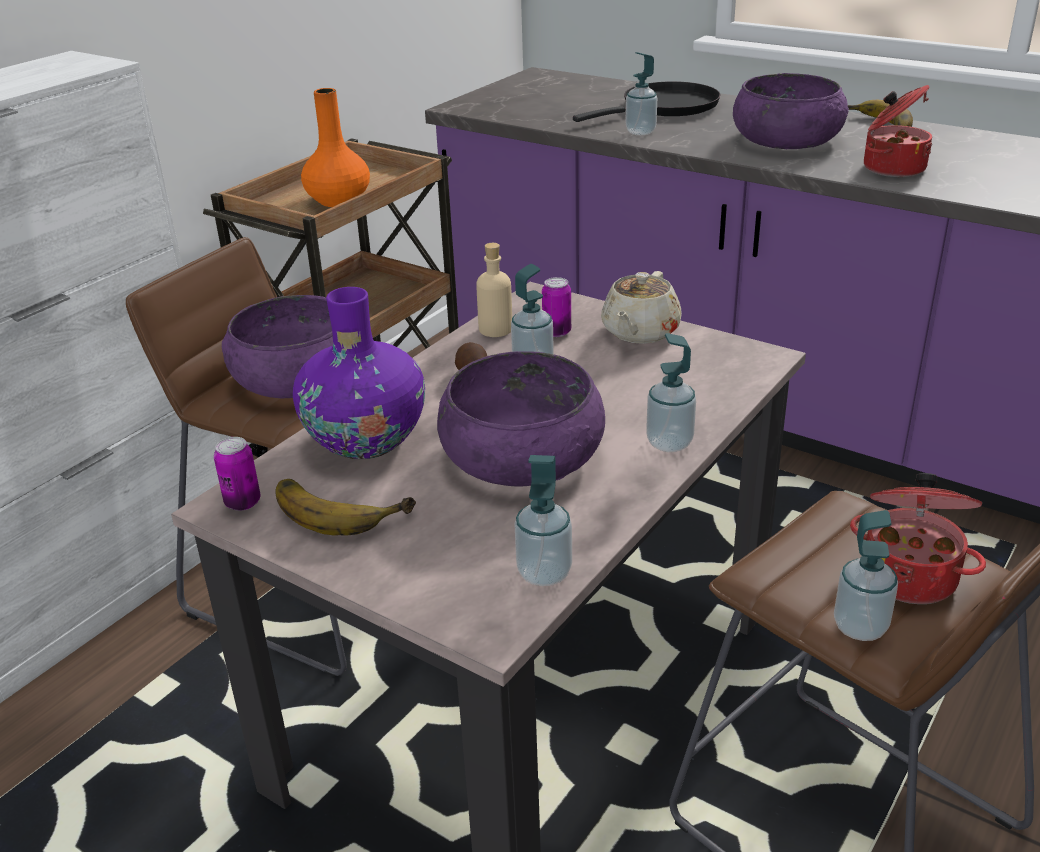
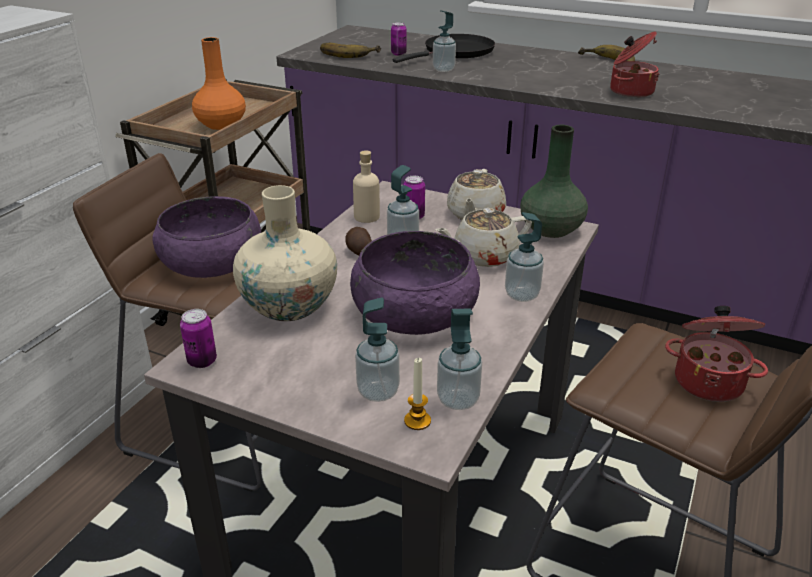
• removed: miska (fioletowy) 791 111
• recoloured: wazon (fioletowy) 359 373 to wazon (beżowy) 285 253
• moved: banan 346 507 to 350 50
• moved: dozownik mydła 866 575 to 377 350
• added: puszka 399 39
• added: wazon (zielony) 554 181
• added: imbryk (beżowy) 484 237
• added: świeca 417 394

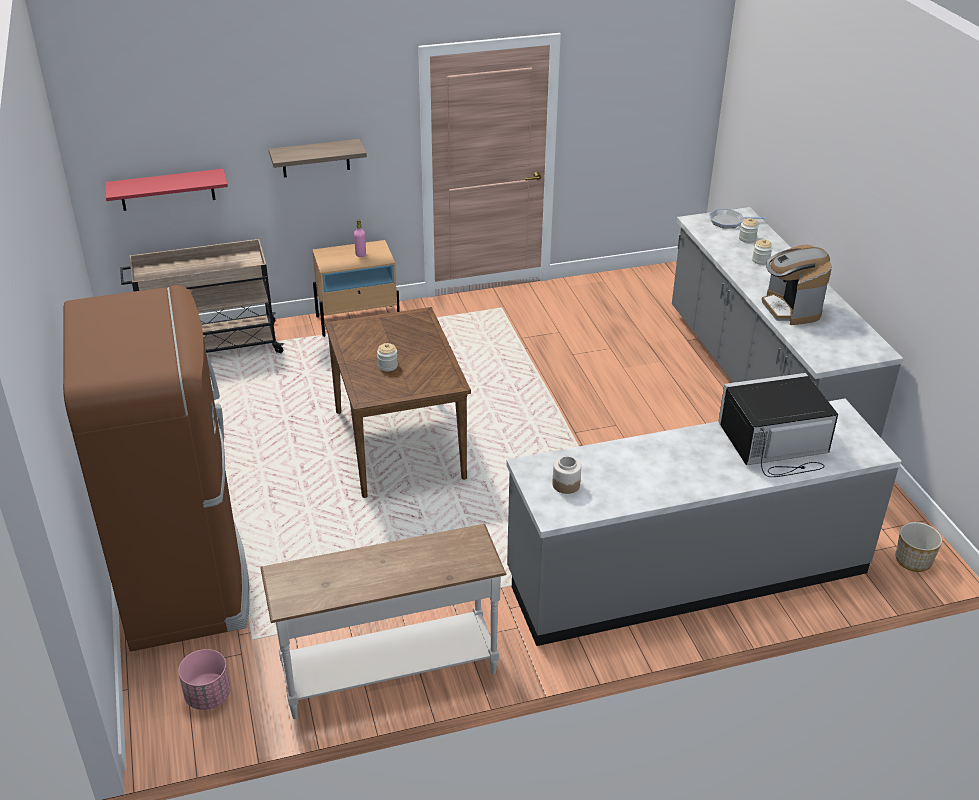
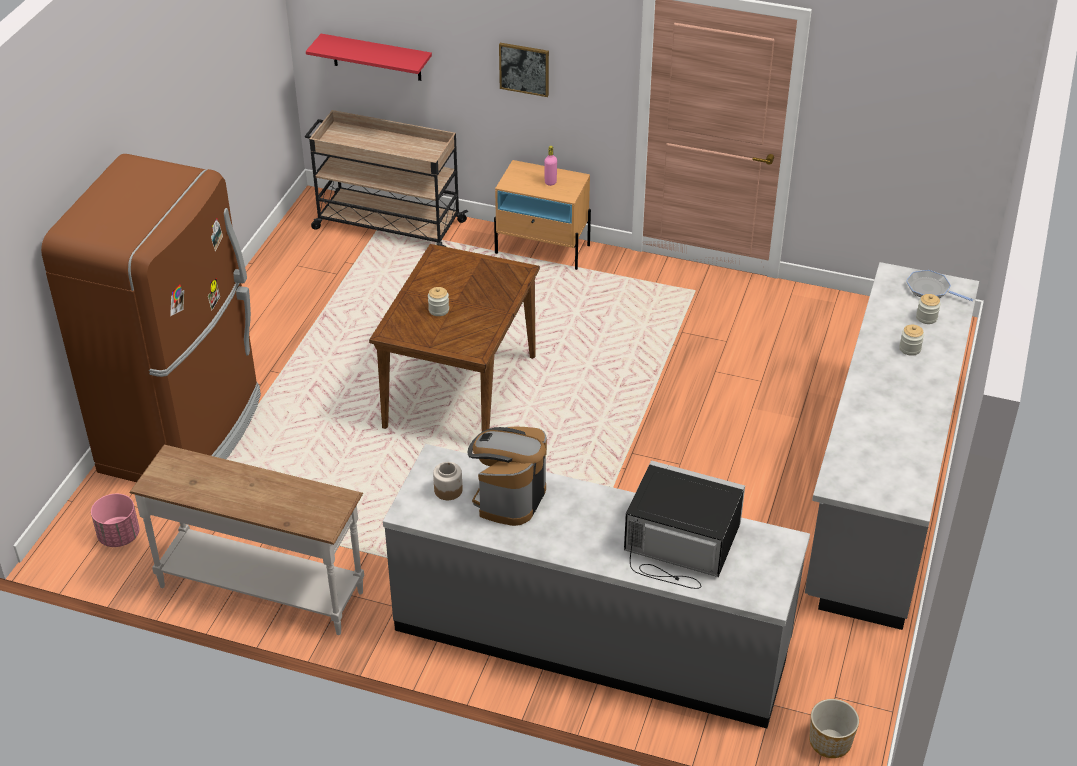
• replaced: półka 318 158 to obraz 524 70
• moved: ekspres do kawy 797 285 to 507 476

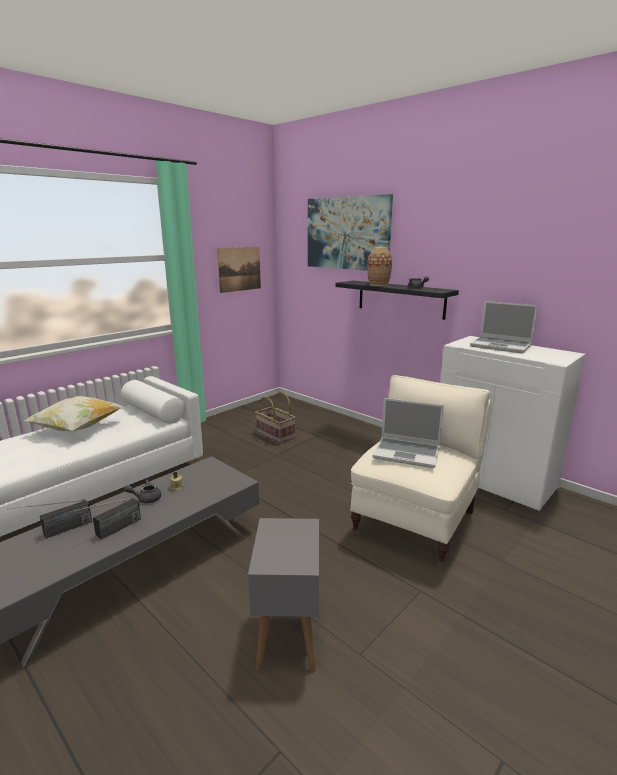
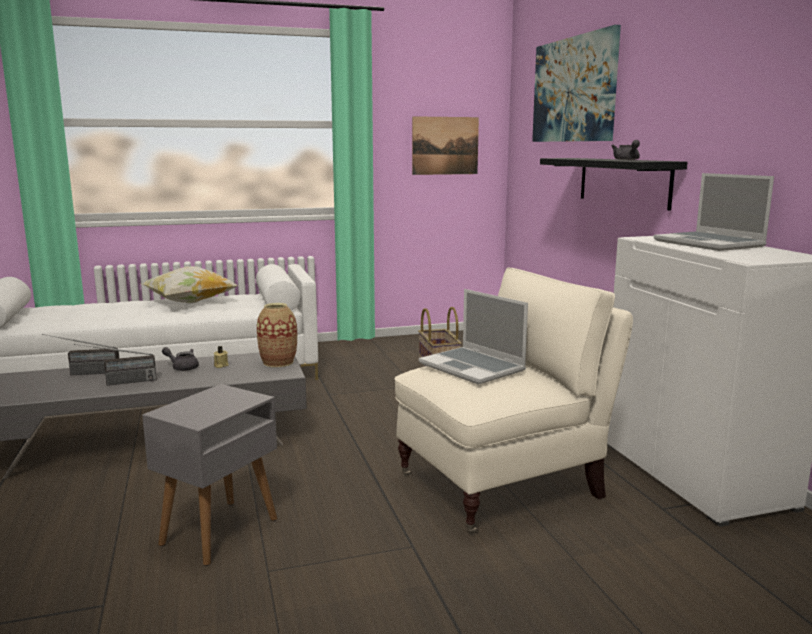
• moved: wazon 379 266 to 277 335

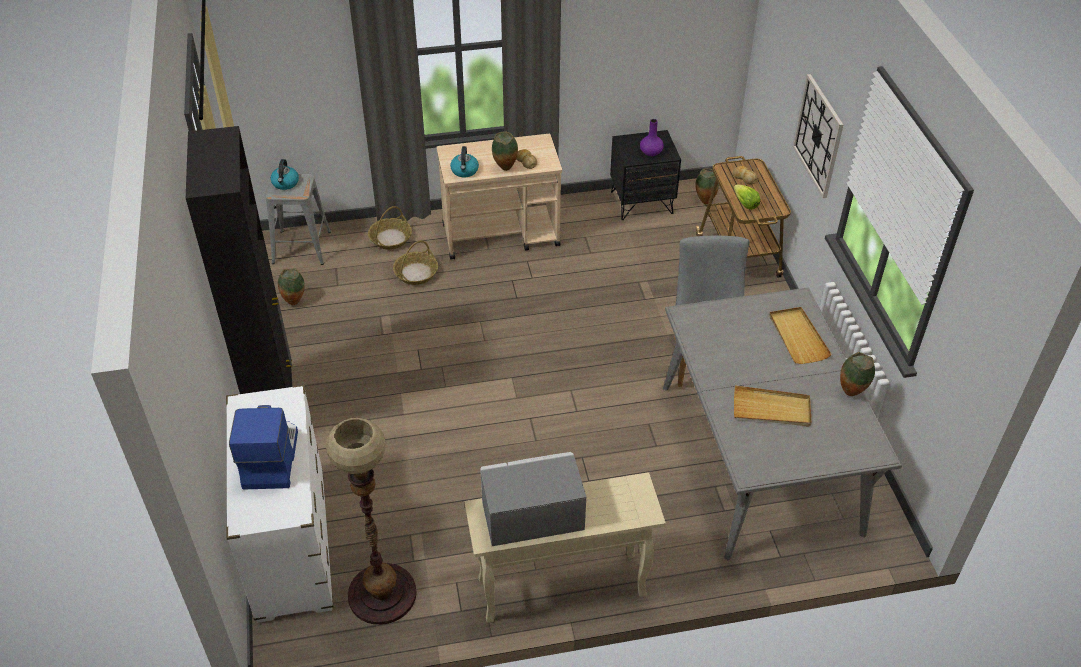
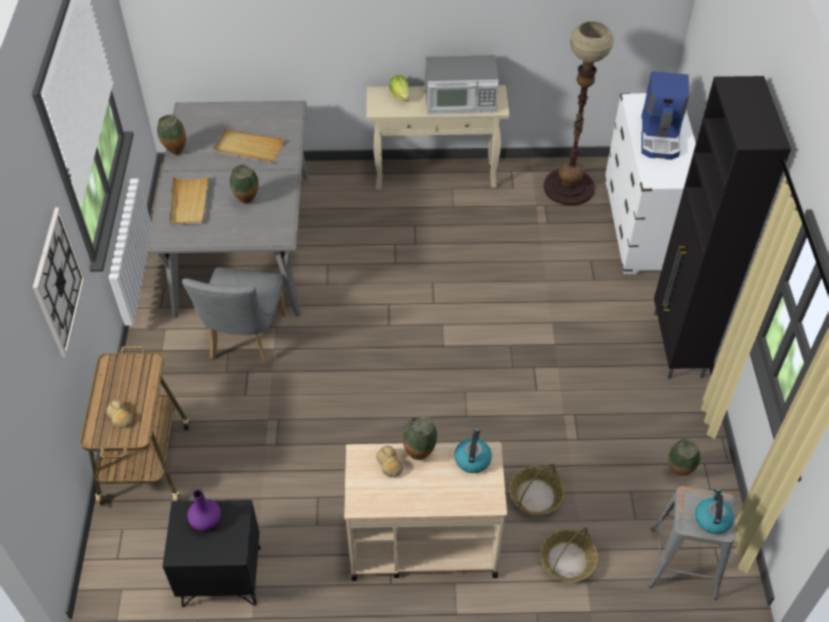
• moved: wazon 707 186 to 244 184
• moved: sałata 747 197 to 399 88

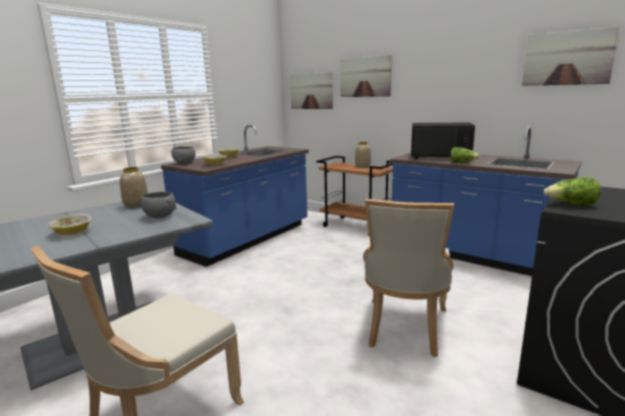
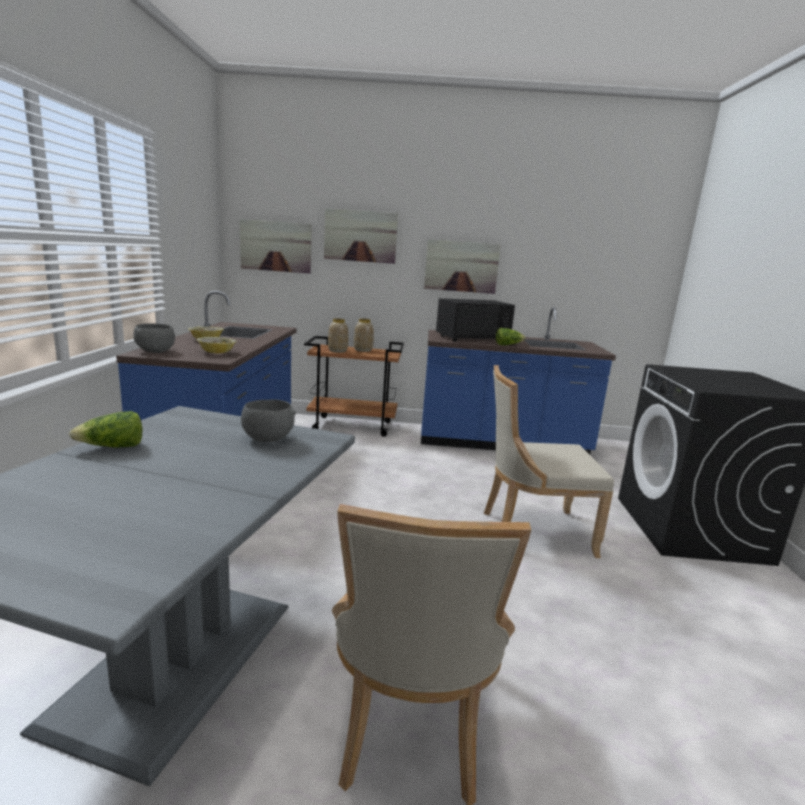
• moved: obraz 570 56 to 462 266
• moved: wazon 134 188 to 338 336
• moved: sałata 572 191 to 106 429
• turned: krzesło (beżowy) 408 278 = 549 461 105 degrees clockwise
• removed: miska 69 224

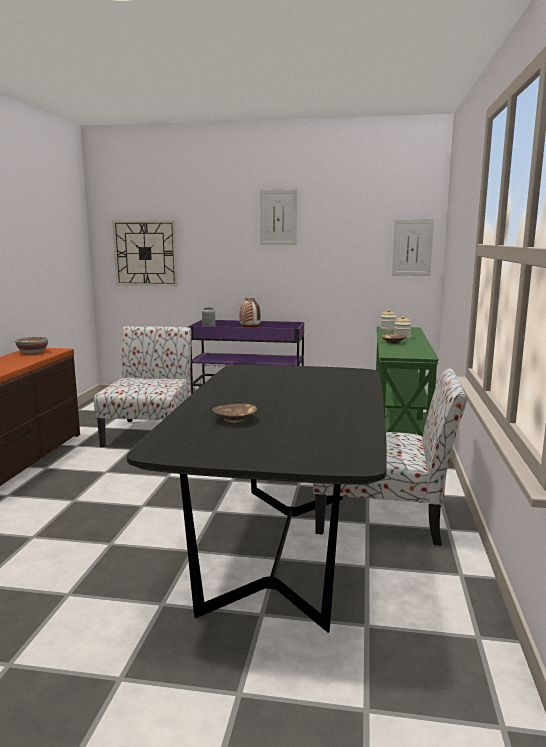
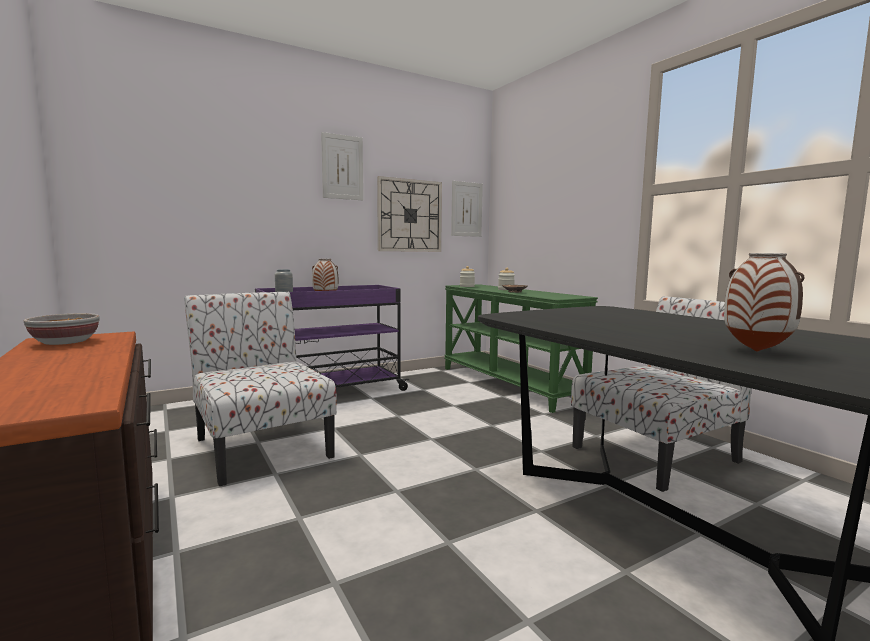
• moved: zegar ścienny 145 253 to 409 214
• replaced: miska (brązowy) 234 414 to wazon 764 302

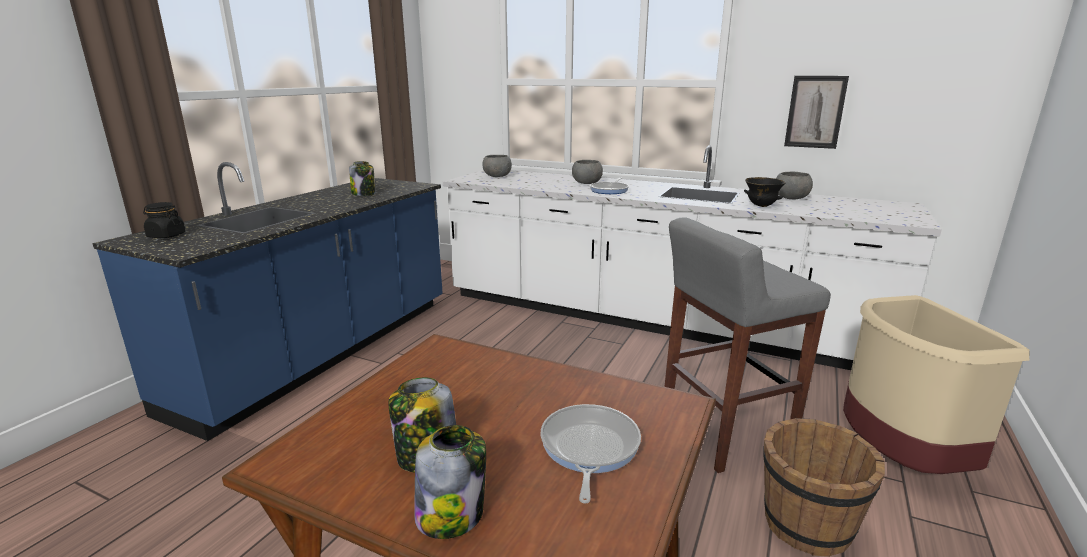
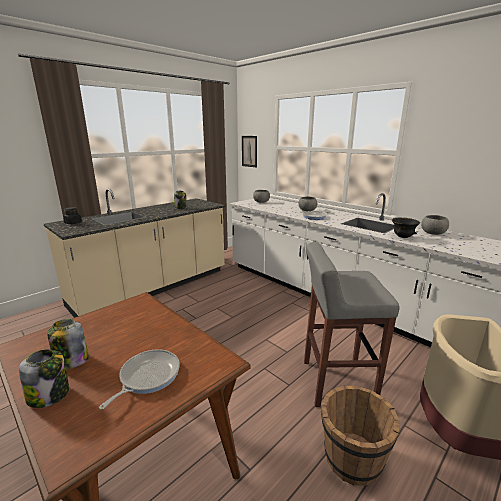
• moved: obraz 816 112 to 249 151
• recoloured: zabudowa kuchenna (niebieski) 267 301 to zabudowa kuchenna (beżowy) 134 253

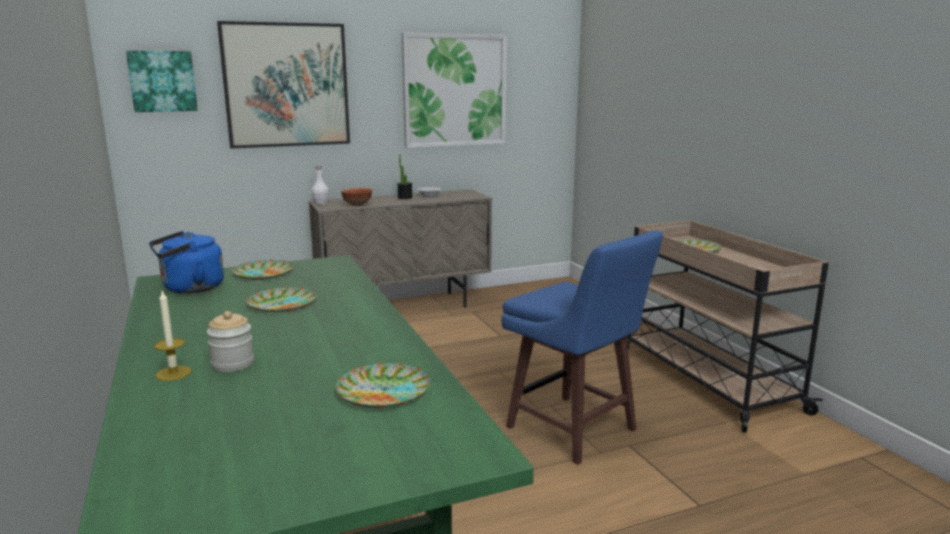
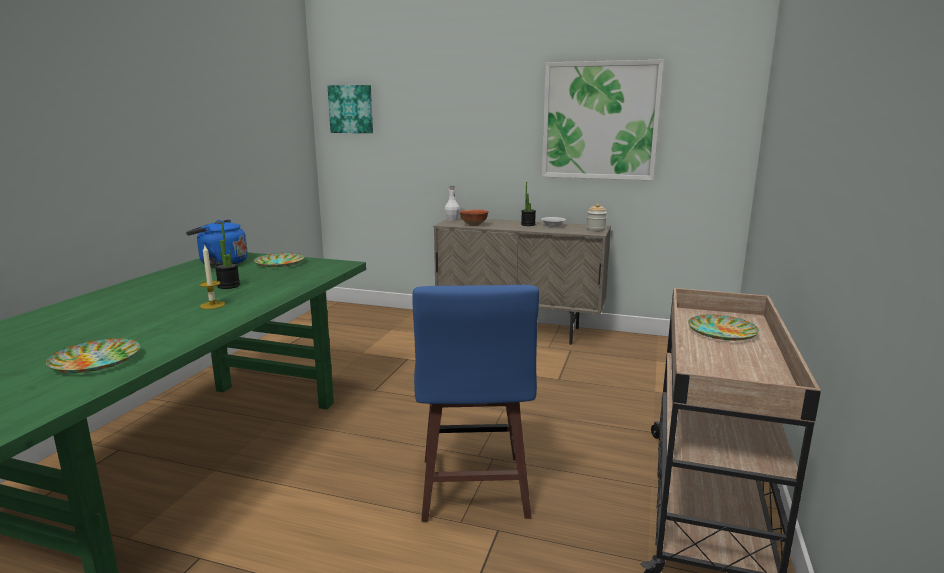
• removed: obraz 283 84
• replaced: talerz 281 300 to roślina doniczkowa 227 256
• moved: świeca 172 336 to 212 277
• moved: słoik 230 341 to 597 217

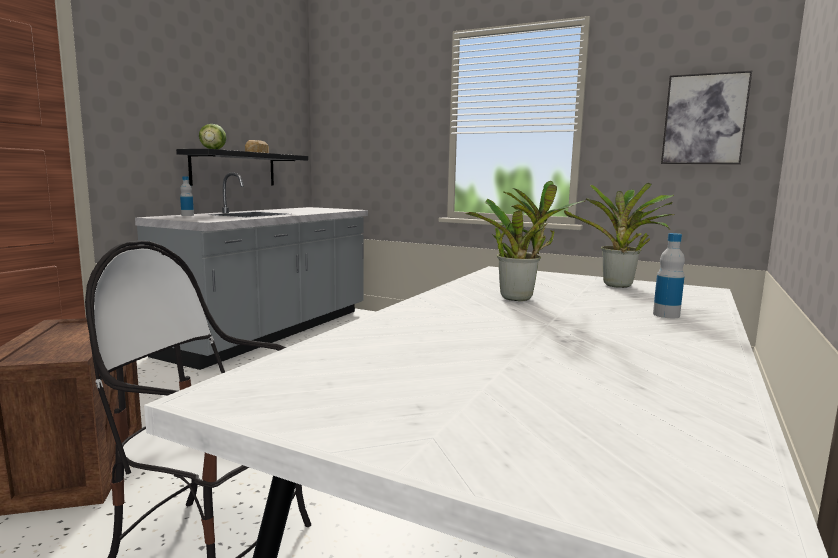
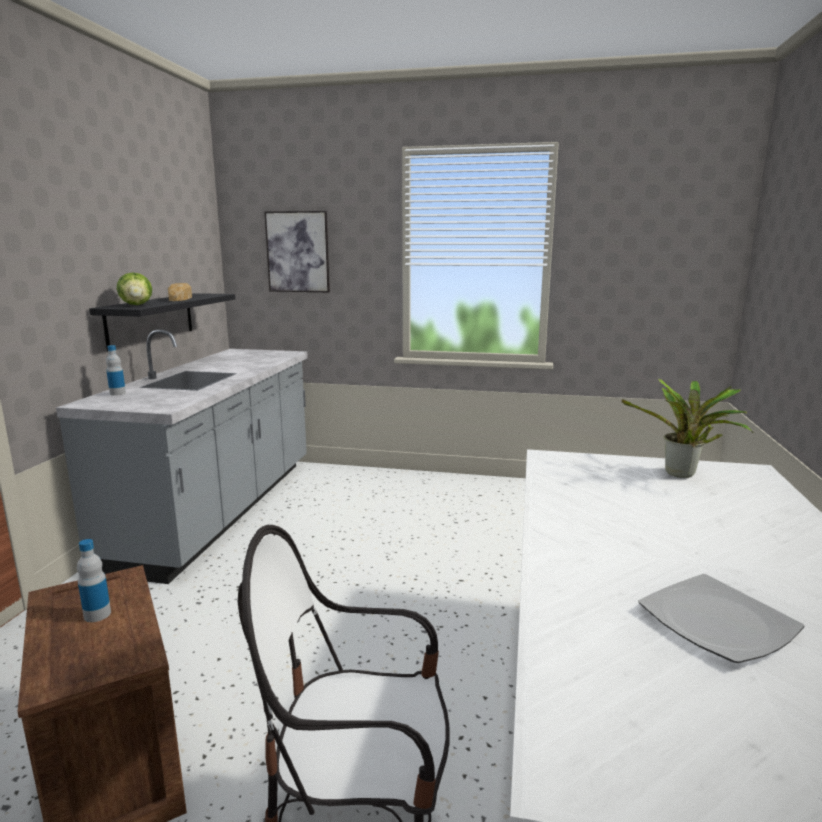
• moved: obraz 706 117 to 297 251
• removed: roślina doniczkowa 525 241
• moved: butelka 669 275 to 94 580
• added: talerz 721 618

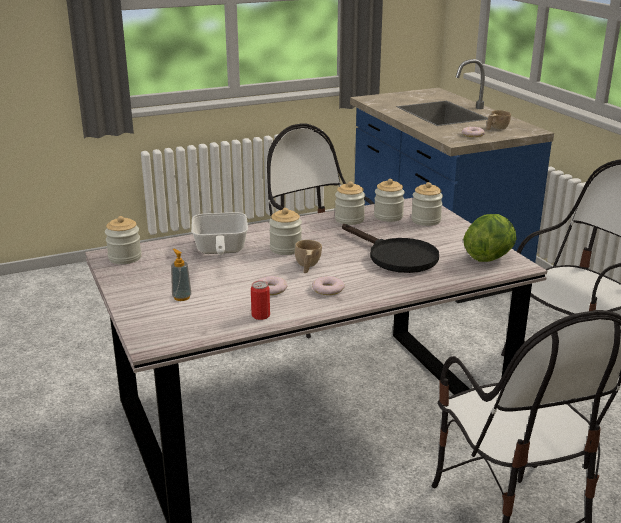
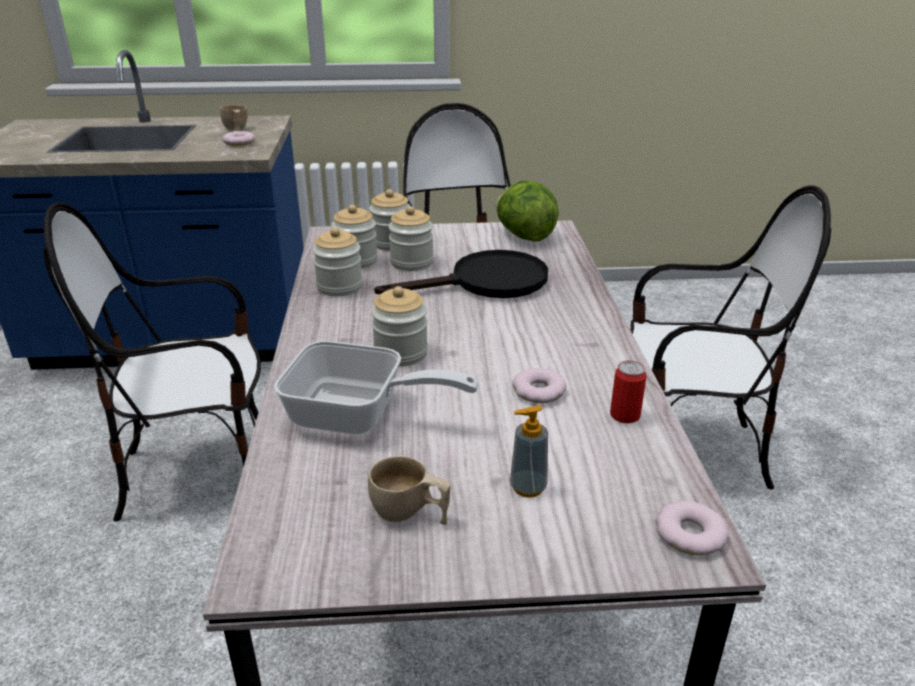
• moved: słoik 123 240 to 411 238
• moved: filiżanka (beżowy) 308 256 to 409 490
• moved: donut 328 285 to 692 528

